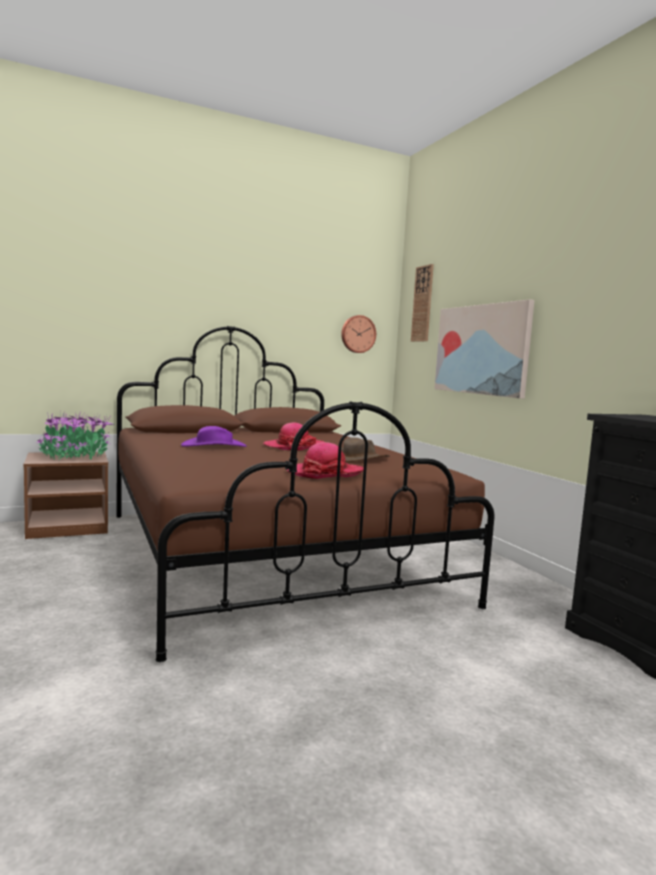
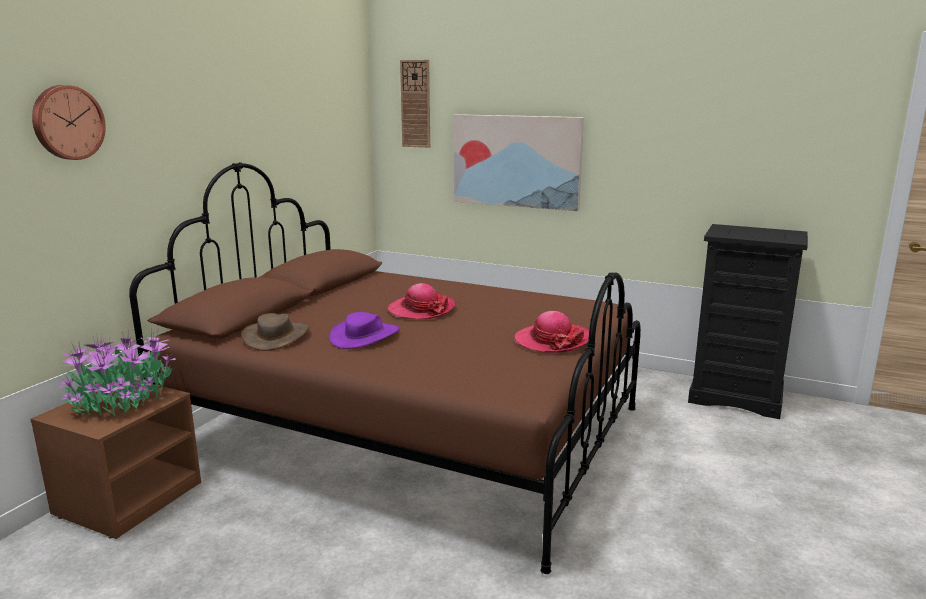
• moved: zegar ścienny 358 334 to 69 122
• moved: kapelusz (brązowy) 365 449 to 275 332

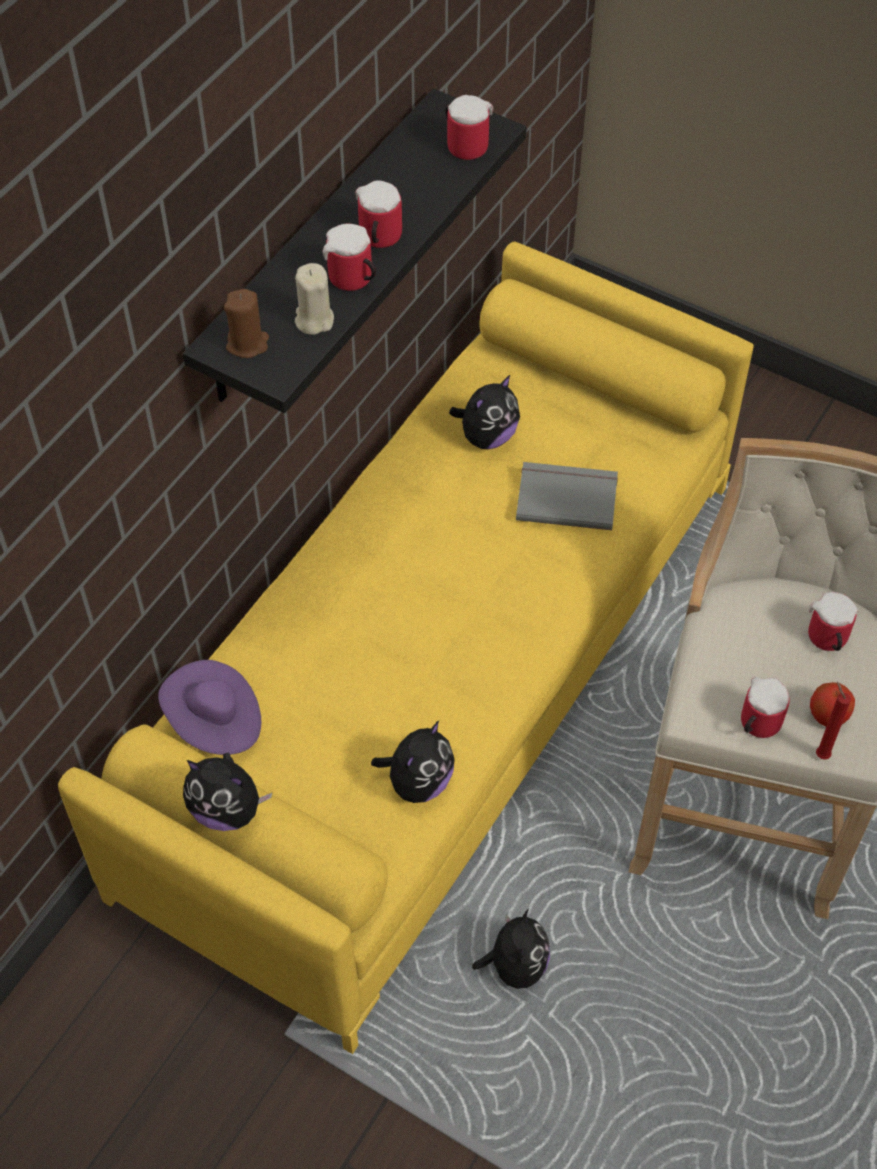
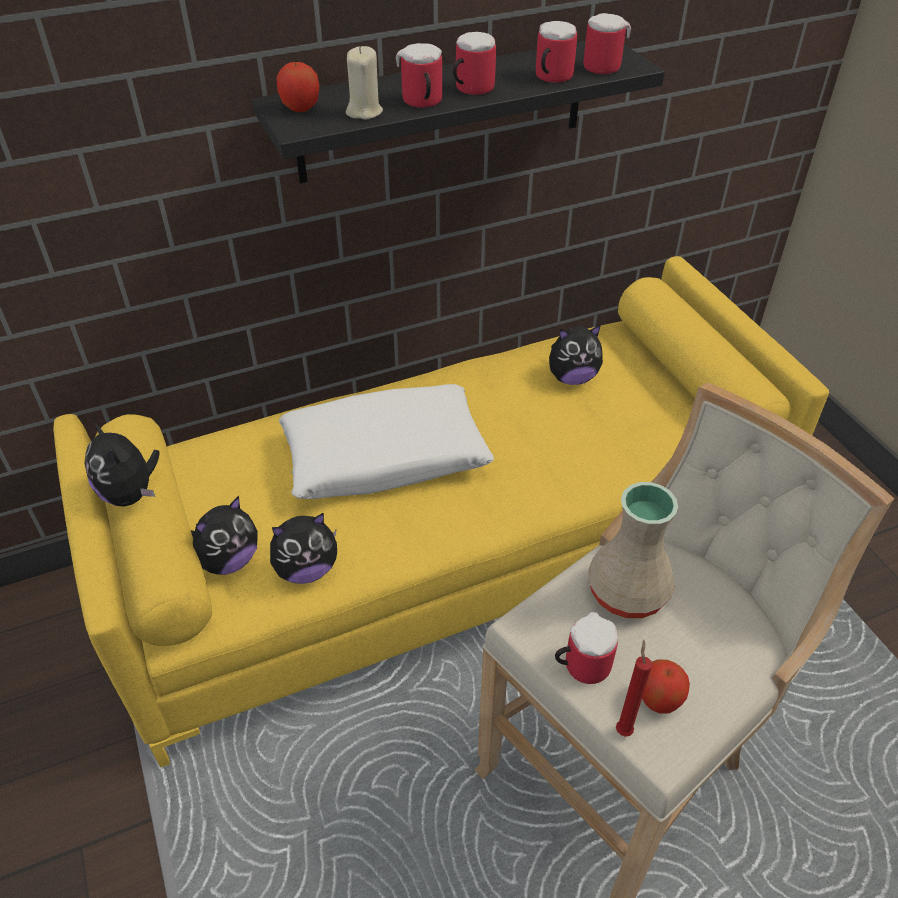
• replaced: świeca (brązowy) 246 323 to jabłko 298 87
• removed: książka (szary) 567 496
• moved: kubek 833 621 to 556 52
• removed: kapelusz (fioletowy) 209 707
• moved: pluszak 511 948 to 224 535
• added: poduszka (biały) 386 441
• added: wazon (beżowy) 633 550

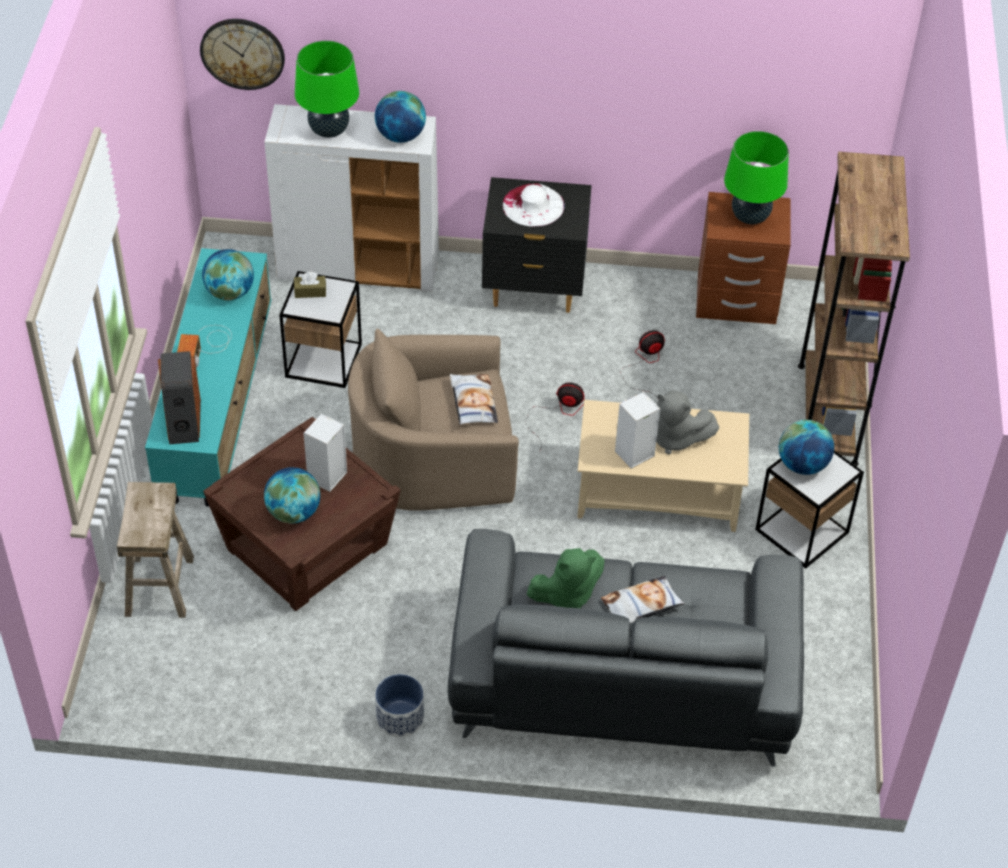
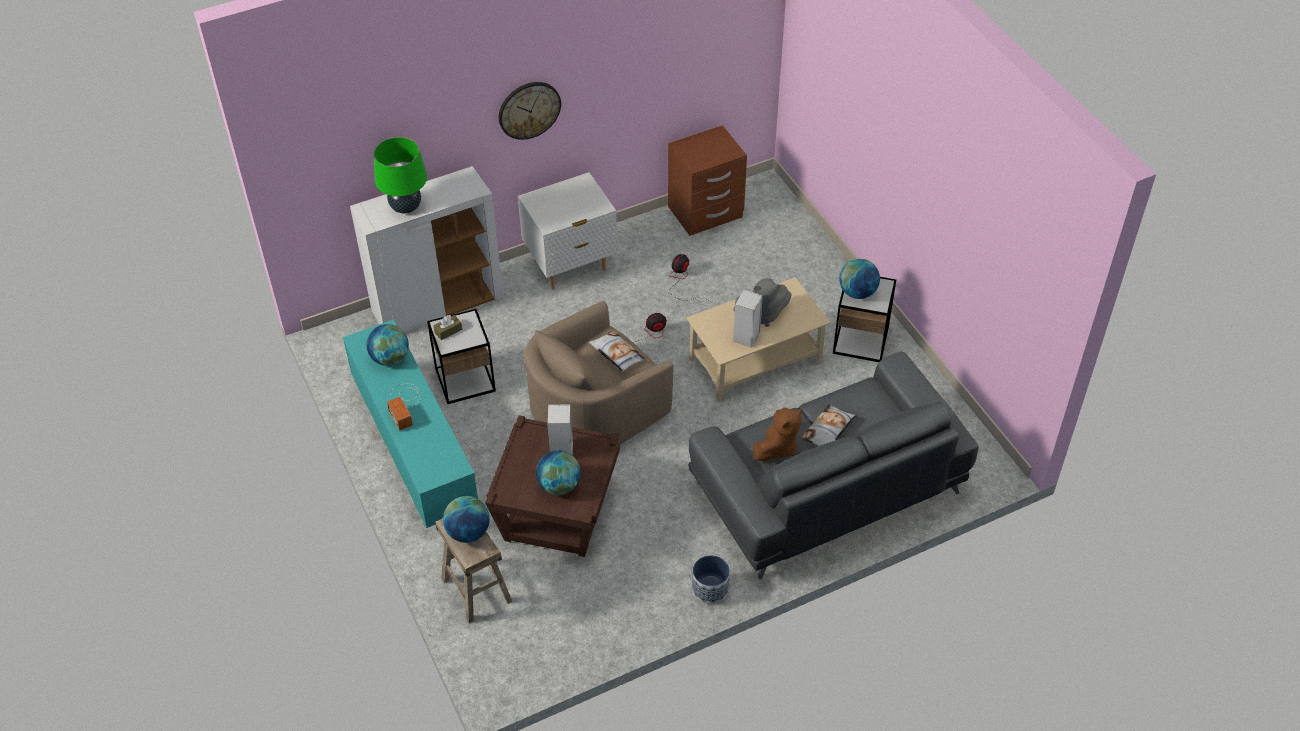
• moved: zegar ścienny 242 54 to 530 111
• moved: globus 400 117 to 466 519
• removed: lampa stołowa (zielony) 756 177
• removed: regał (brązowy) 854 309
• recoloured: szafka nocna (czarny) 537 245 to szafka nocna (biały) 567 230
• removed: kapelusz (biały) 533 204
• removed: głośnik 179 397
• recoloured: pluszak (zielony) 566 578 to pluszak (brązowy) 777 434

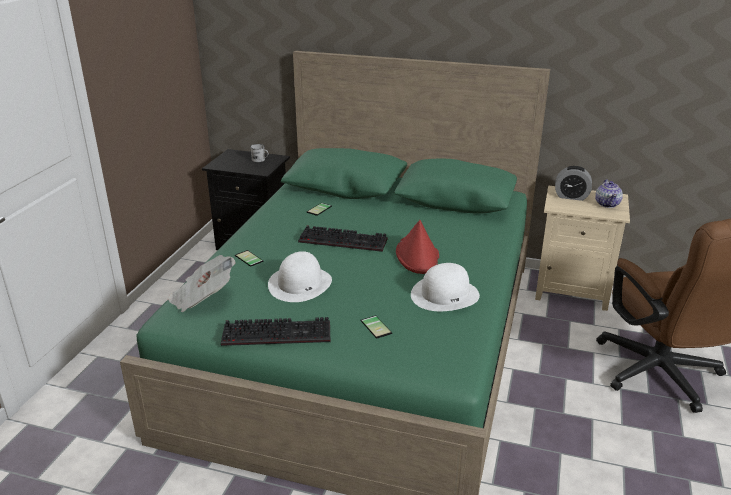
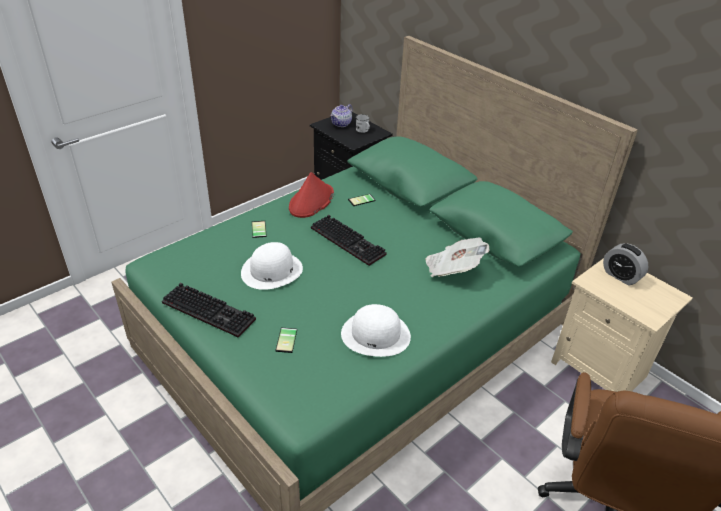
• moved: imbryk 609 193 to 341 115
• moved: kapelusz (czerwony) 417 247 to 311 195
• moved: gazeta 202 283 to 457 257

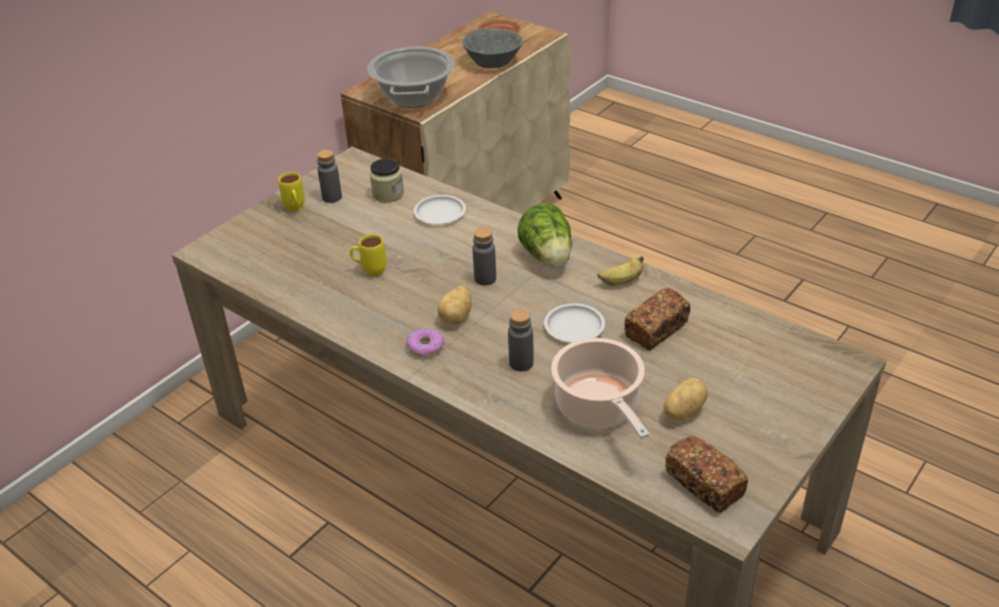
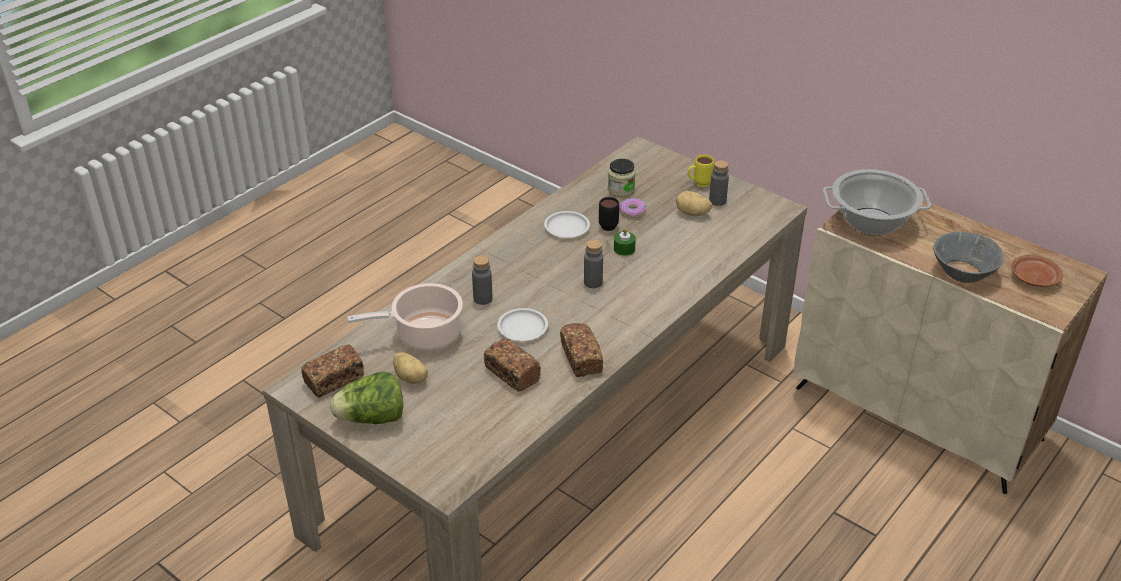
• moved: słoik 387 180 to 622 177
• moved: talerz (biały) 440 209 to 567 224
• moved: sałata 545 235 to 366 398
• recoloured: kubek (żółty) 368 255 to kubek (czarny) 609 214
• replaced: banan 620 271 to chleb 581 350
• moved: ziemniak 455 305 to 694 203
• moved: donut 425 342 to 632 208
• added: świeca (zielony) 625 242

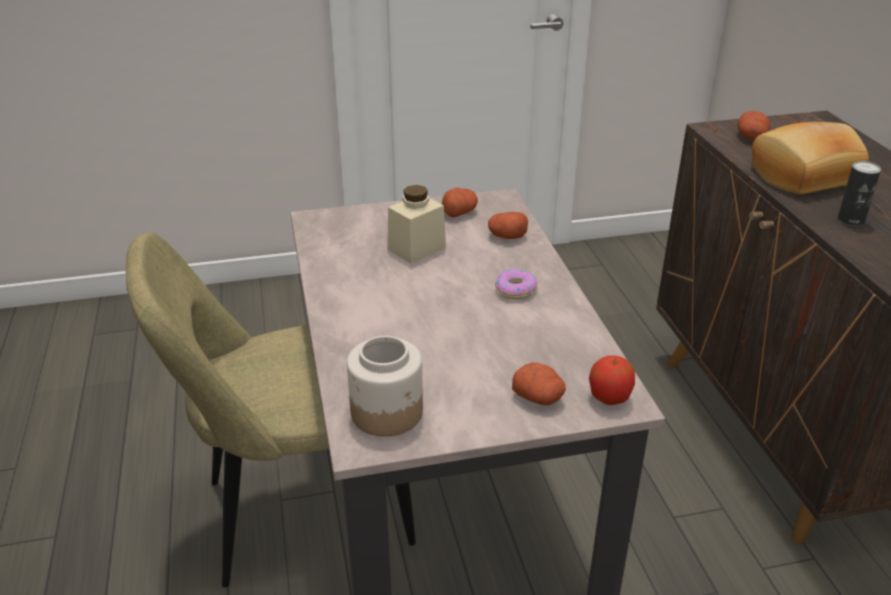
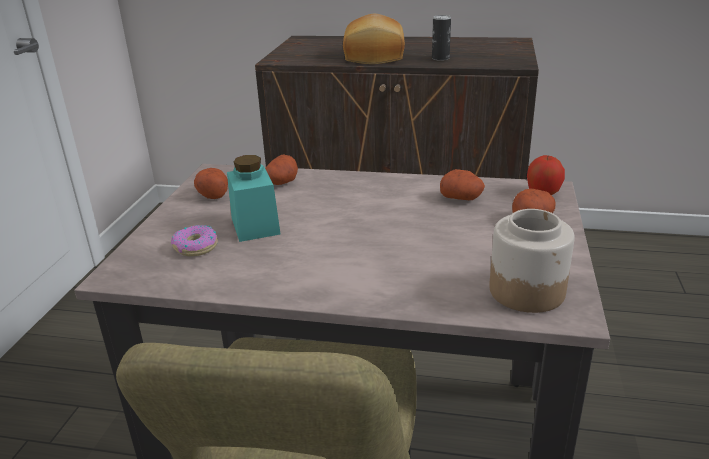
• moved: ziemniak 754 125 to 462 184
• recoloured: słoik (beżowy) 416 224 to słoik (turkusowy) 254 198
• moved: donut 516 284 to 194 240

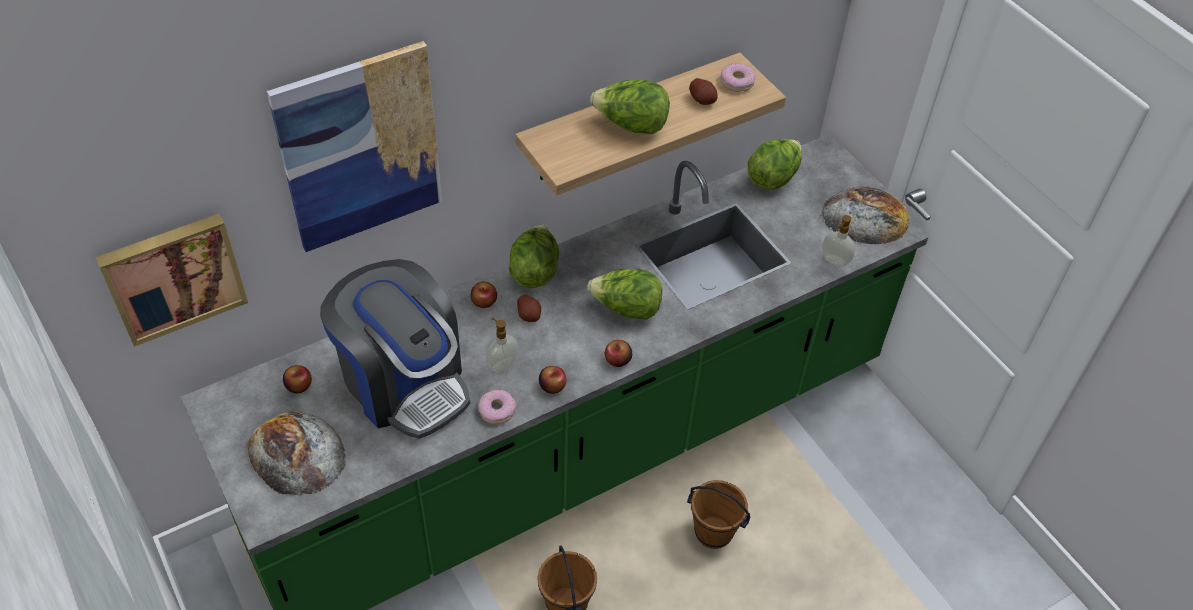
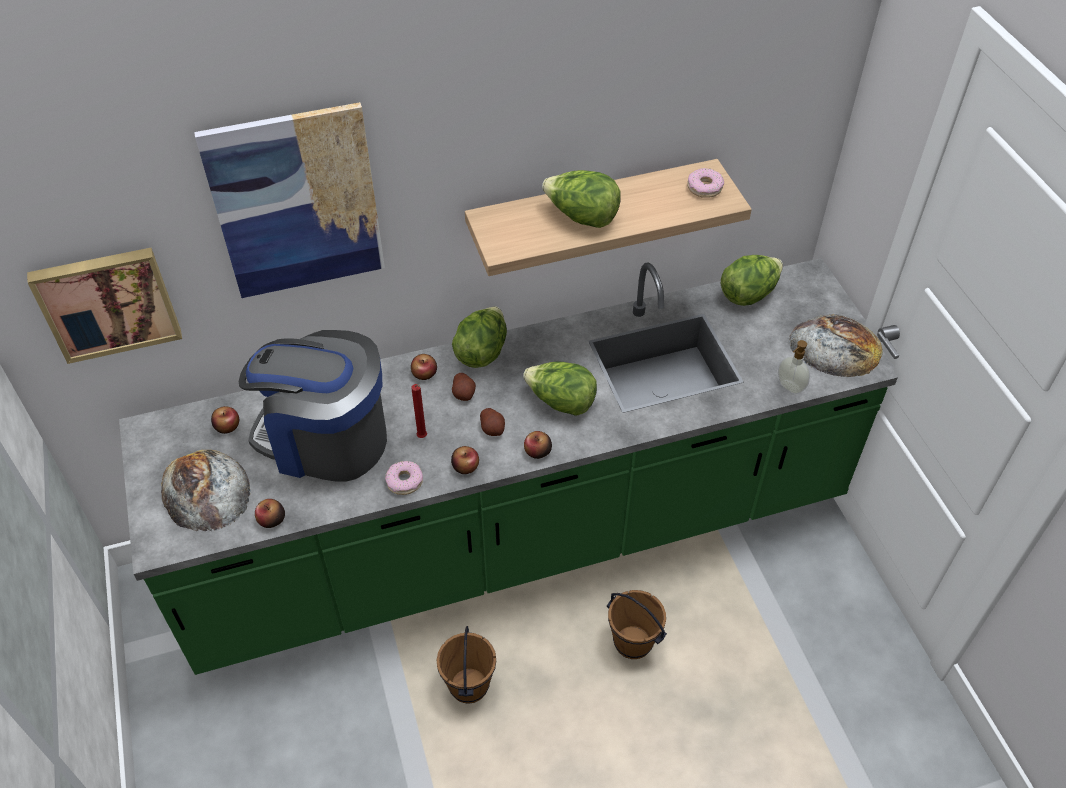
• moved: ziemniak 703 91 to 492 422
• turned: ekspres do kawy 395 349 = 313 406 135 degrees clockwise
• replaced: dozownik mydła 502 345 to świeca (czerwony) 419 411
• added: jabłko 270 513

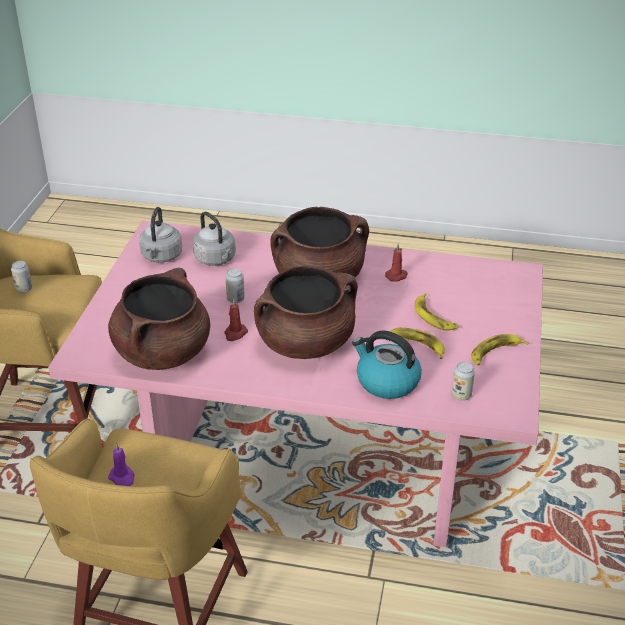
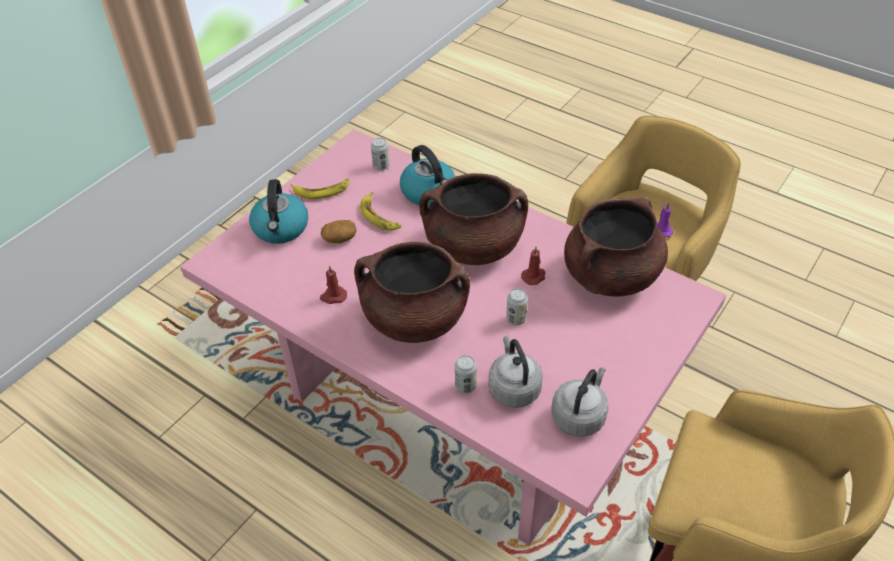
• moved: puszka 21 277 to 466 374
• replaced: banan 437 312 to ziemniak 339 231
• added: czajnik 278 211

